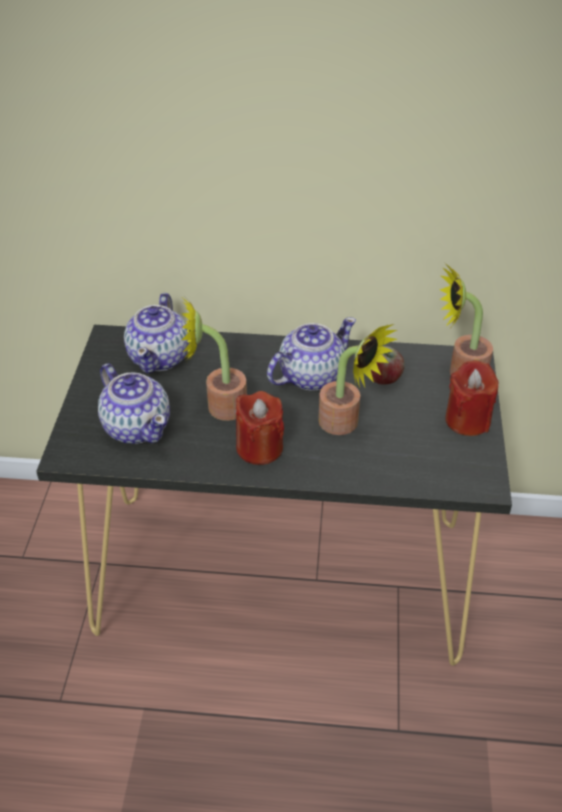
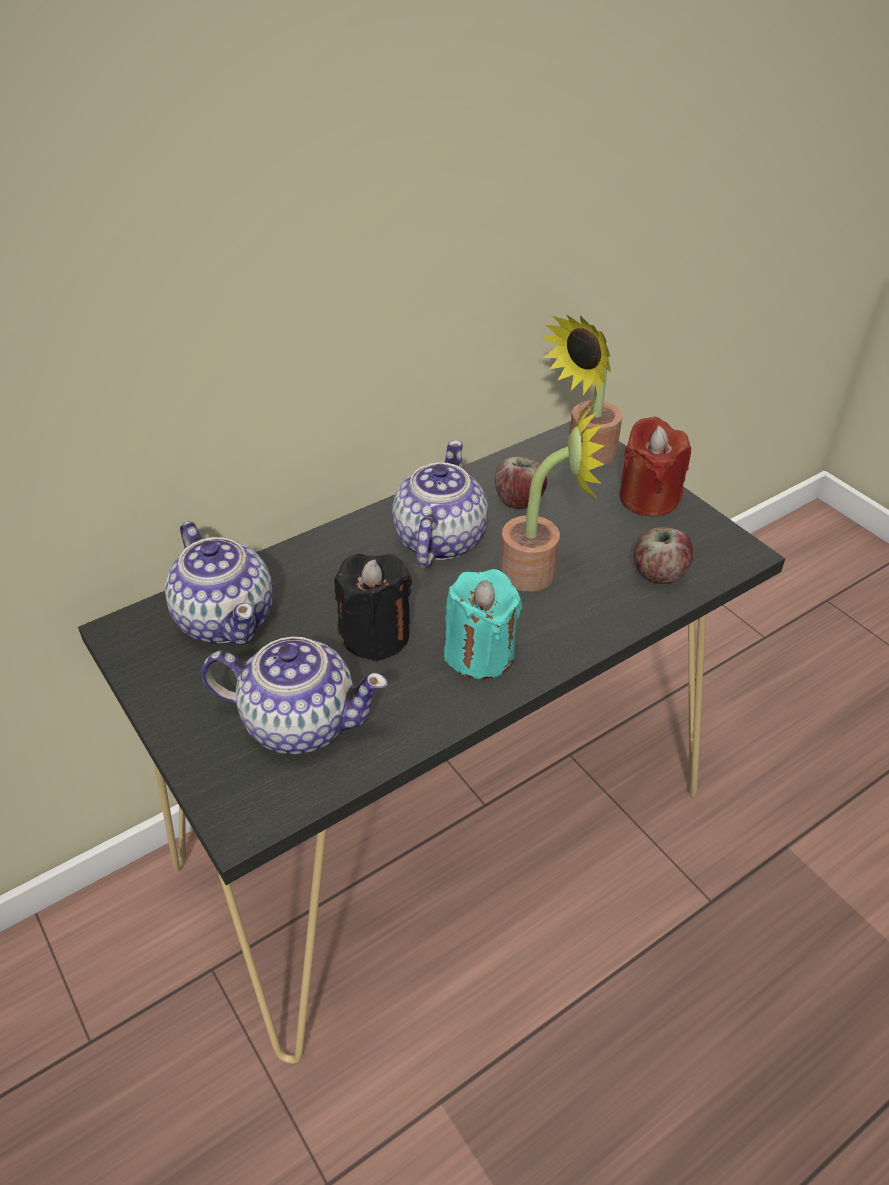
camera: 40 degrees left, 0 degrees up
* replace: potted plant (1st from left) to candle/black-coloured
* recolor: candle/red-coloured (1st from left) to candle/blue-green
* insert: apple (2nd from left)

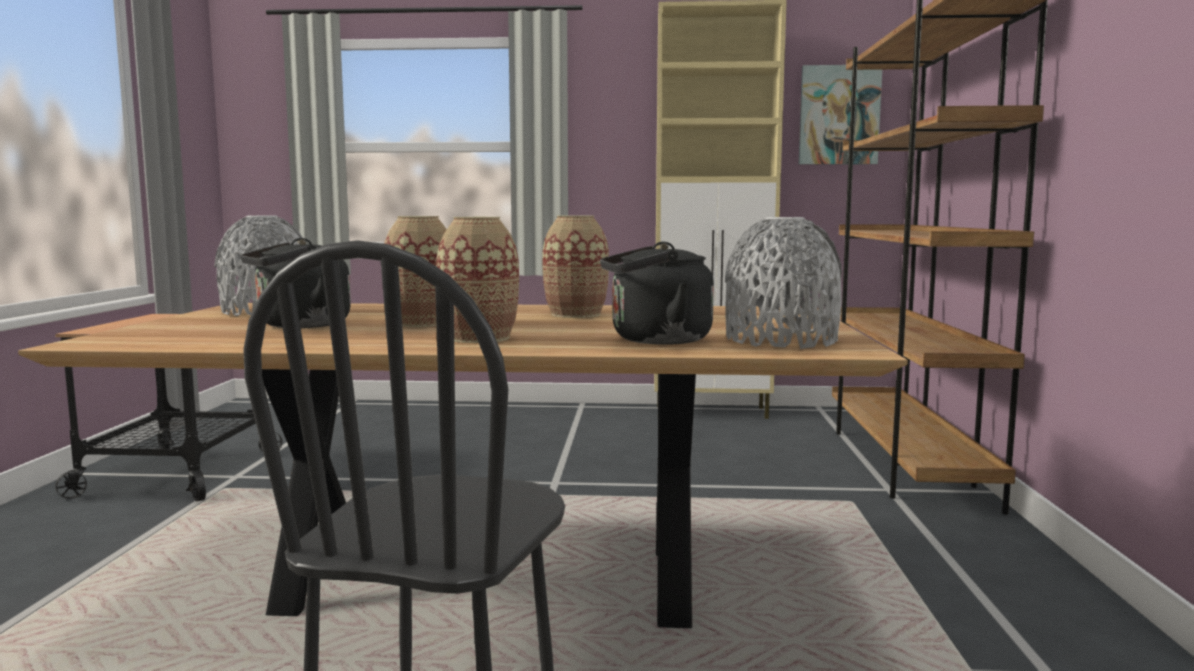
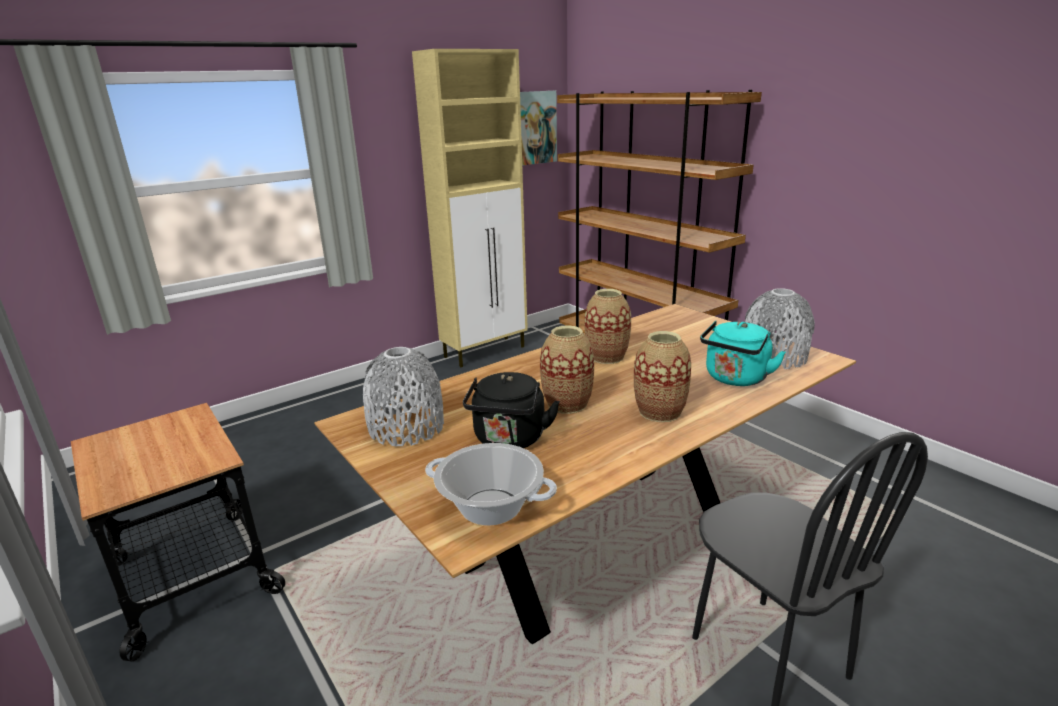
camera: 40 degrees left, 15 degrees up
* recolor: kettle/black-coloured (2nd from left) to kettle/blue-green
* insert: saucepot

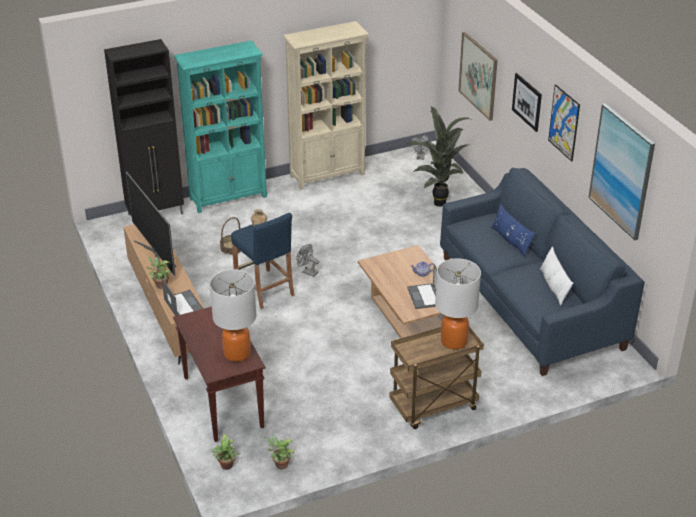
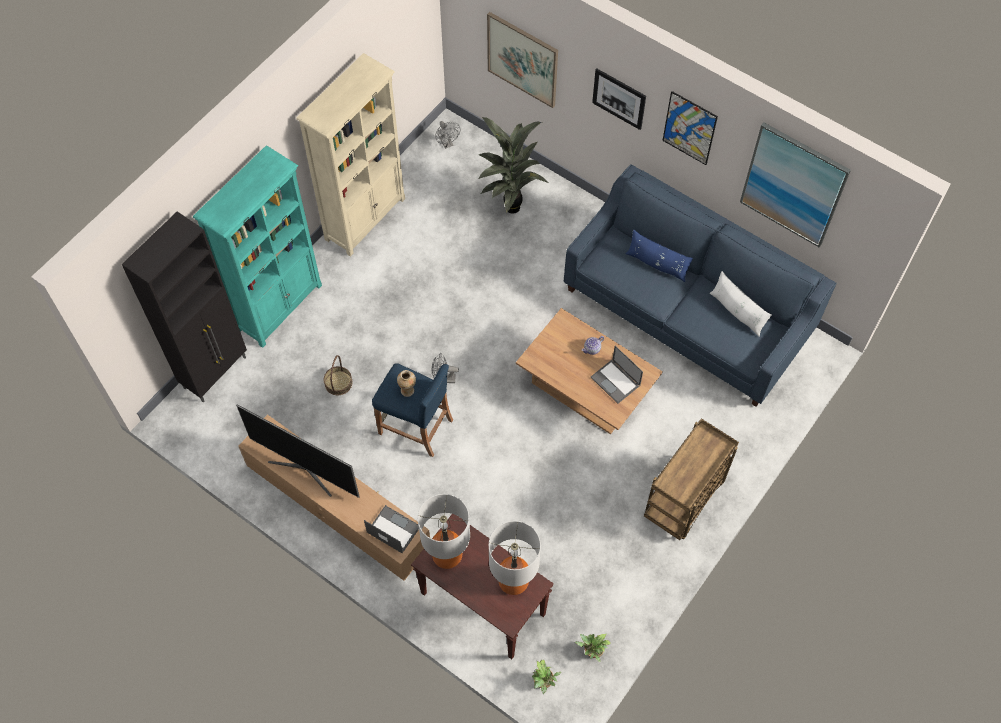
camera: 30 degrees left, 25 degrees up
* delete: potted plant (1st from left)
* move: tabletop lamp (2nd from left in the first image) to tabletop lamp (1st from left)

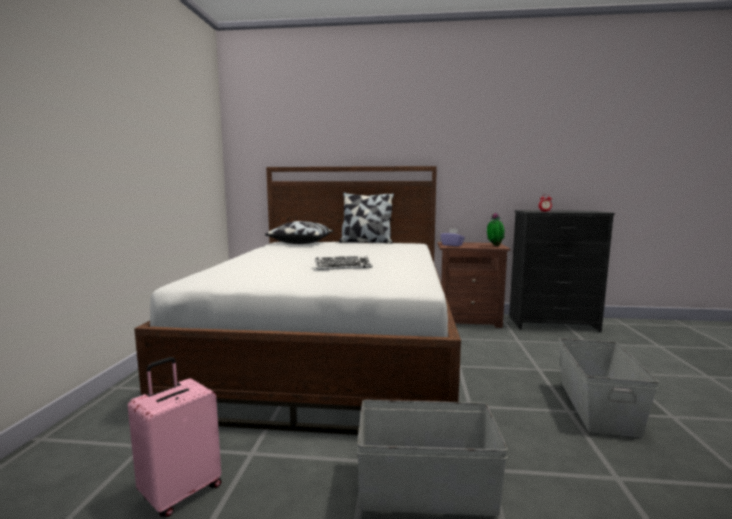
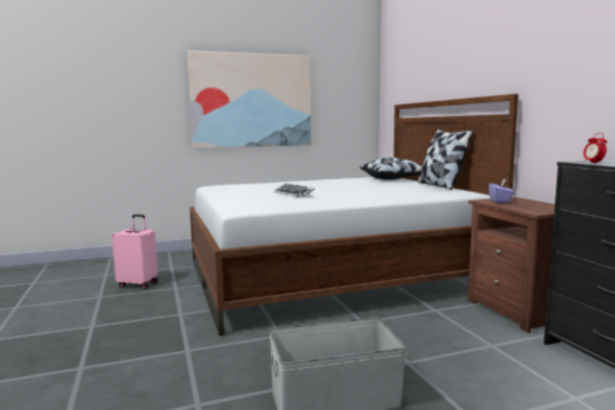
camera: 65 degrees right, 0 degrees up
* delete: potted plant
* delete: storage bin/greyish (1st from left)
* insert: picture

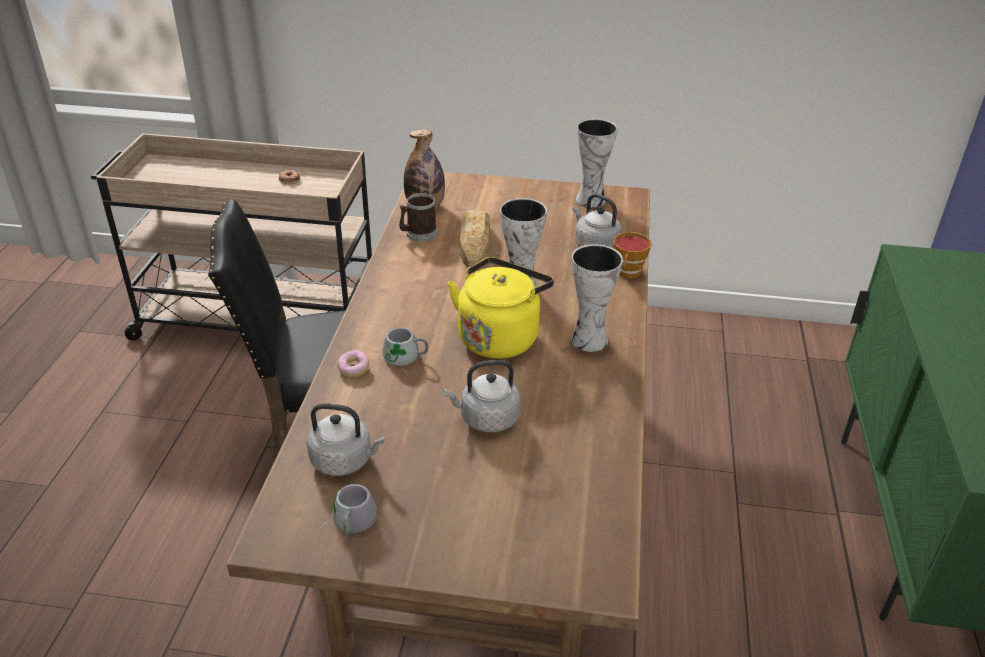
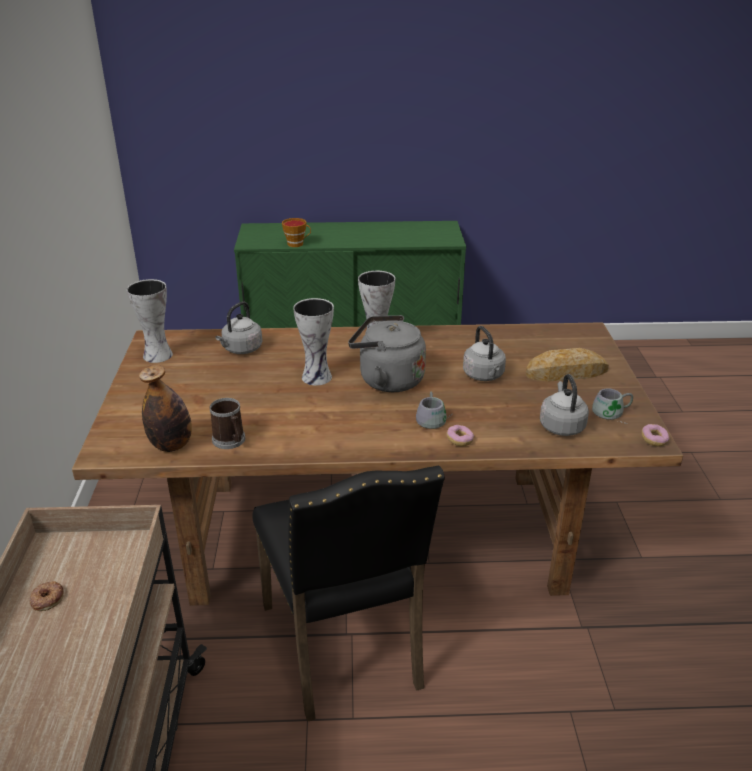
camera: 100 degrees left, 5 degrees down
* move: bread
* move: small cup
* recolor: kettle/yellowish to kettle/greyish (2nd from left)
* insert: doughnut (3rd from left)

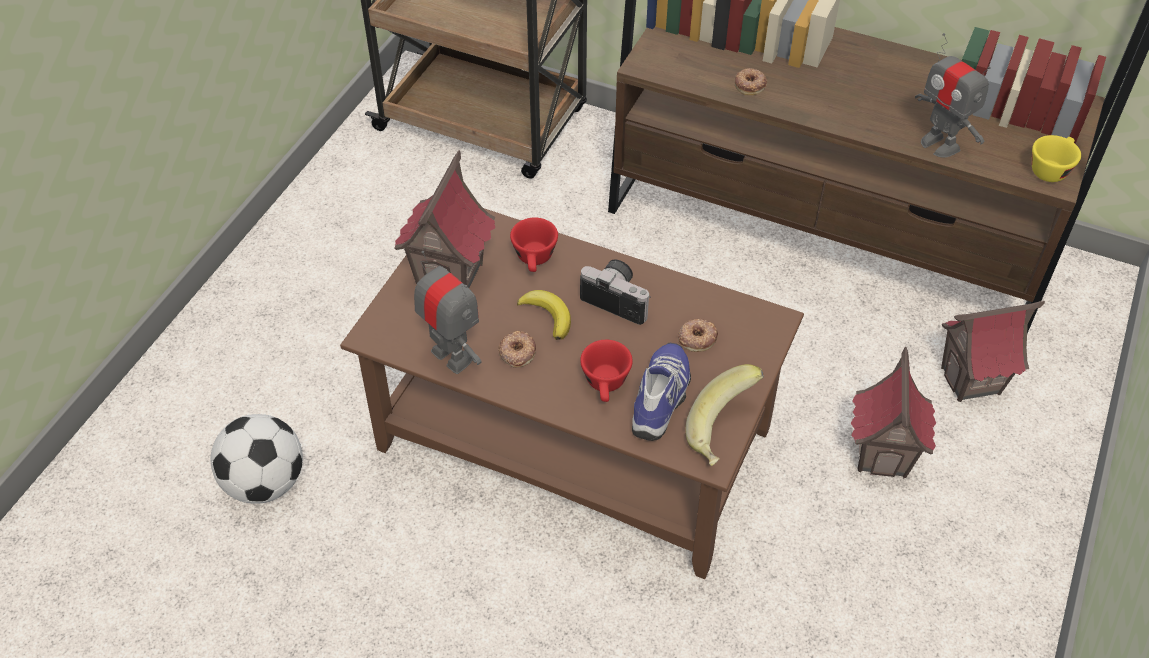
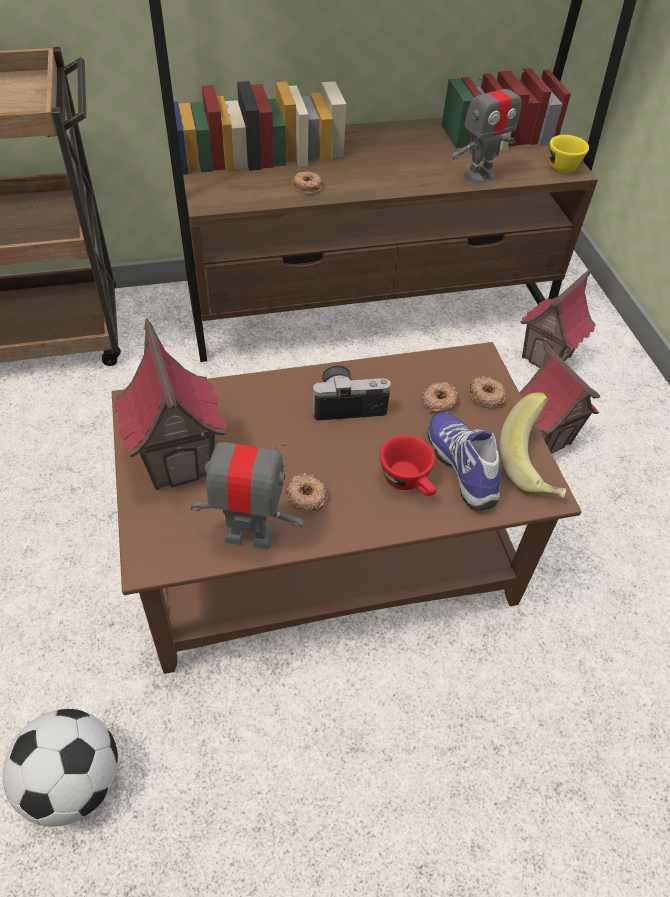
camera: 40 degrees left, 0 degrees up
* rotate: model robot (2nd from left) 45 degrees counterclockwise
* delete: small cup/red-coloured (1st from left)
* delete: whole banana (1st from left)
* insert: doughnut (4th from left)

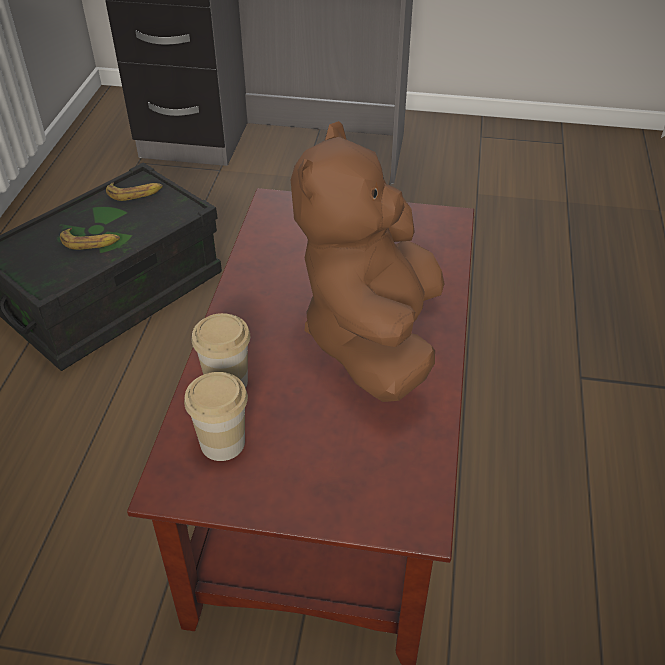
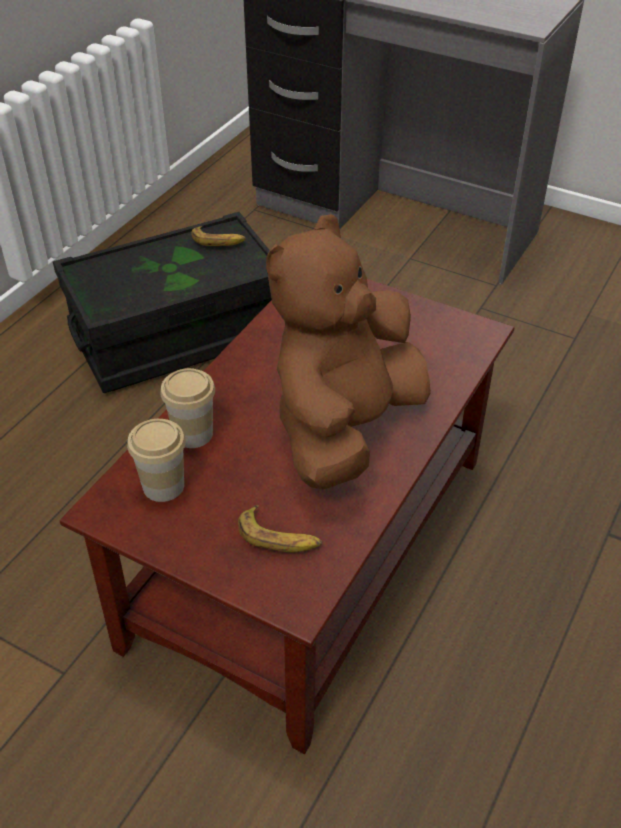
camera: 20 degrees right, 0 degrees up
* move: whole banana (1st from left in the first image) to whole banana (2nd from left)

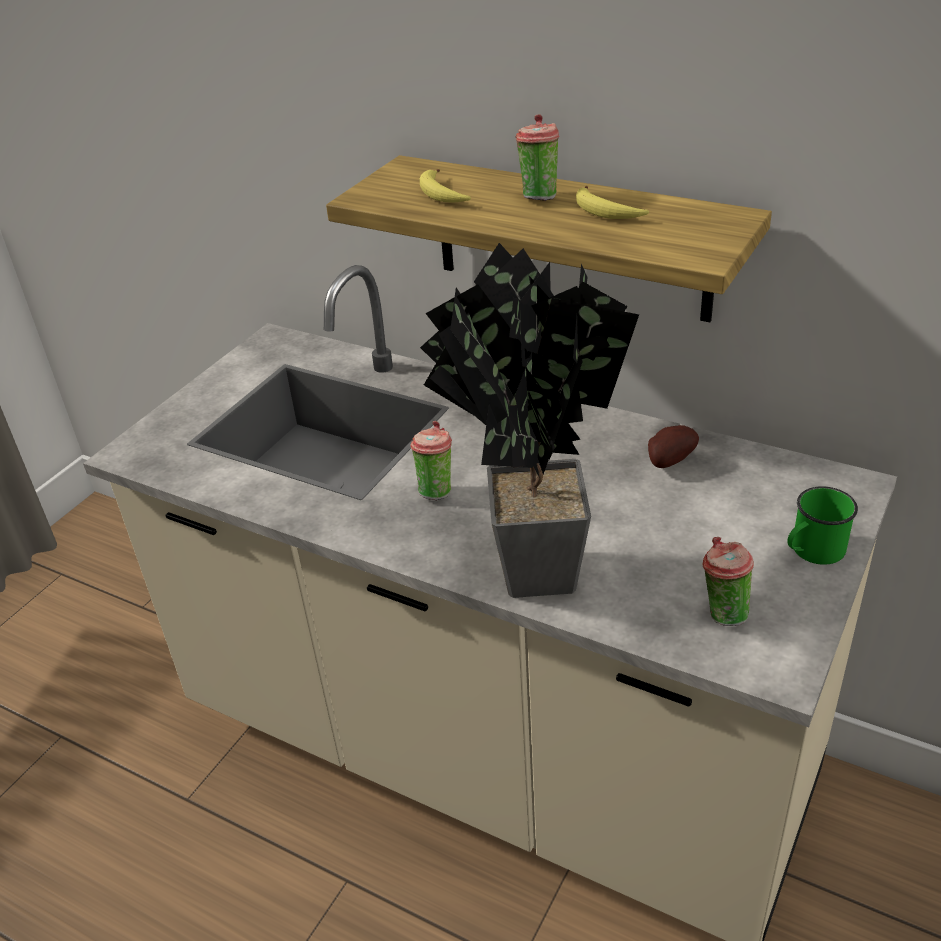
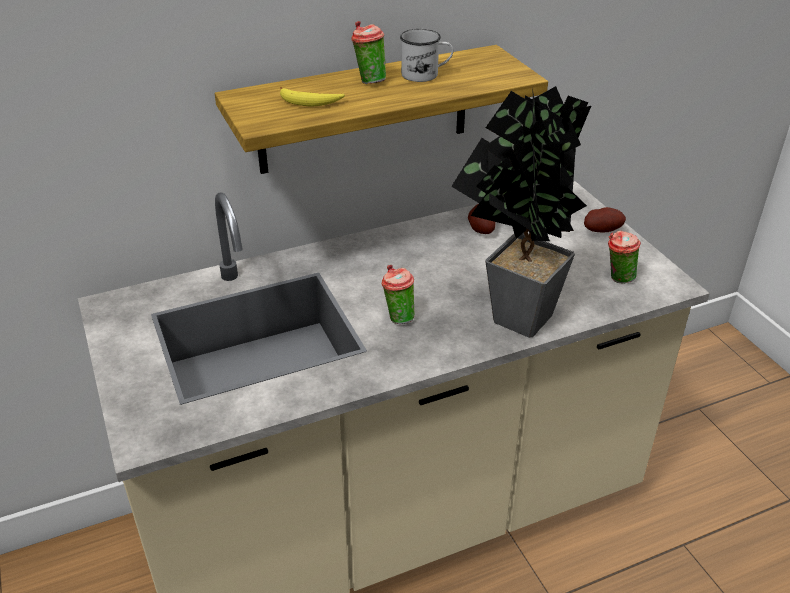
camera: 55 degrees left, 0 degrees up
* replace: whole banana (2nd from left) to mug/white-coloured
* replace: mug/green-coloured to whole potato (2nd from left)

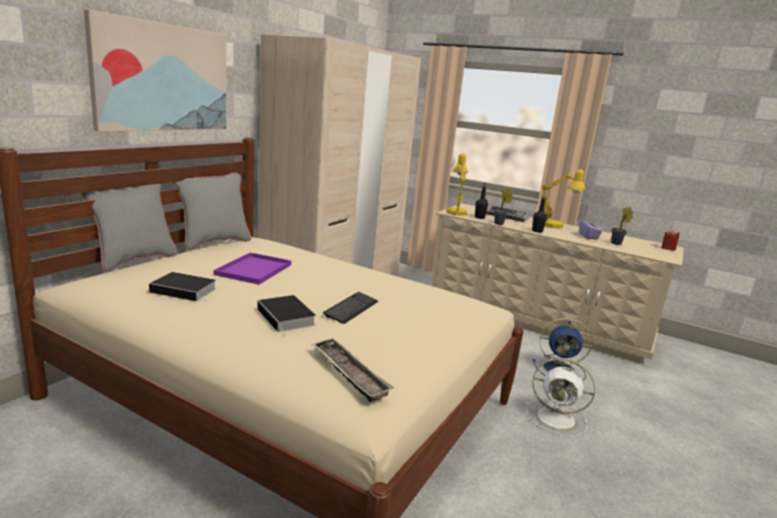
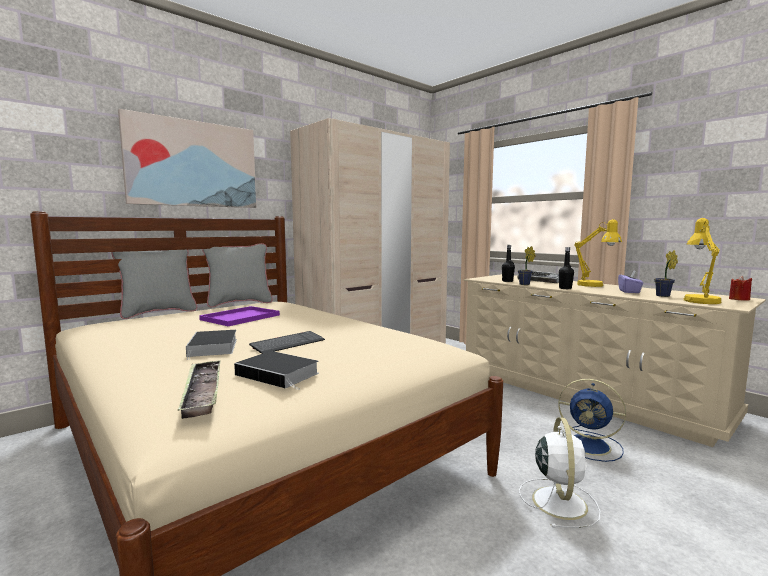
camera: 20 degrees right, 10 degrees down
* move: tabletop lamp/yellowish (1st from left in the first image) to tabletop lamp/yellowish (2nd from left)
* move: volume (1st from left in the first image) to volume (2nd from left)
* rotate: fan/white-coloured 120 degrees counterclockwise

